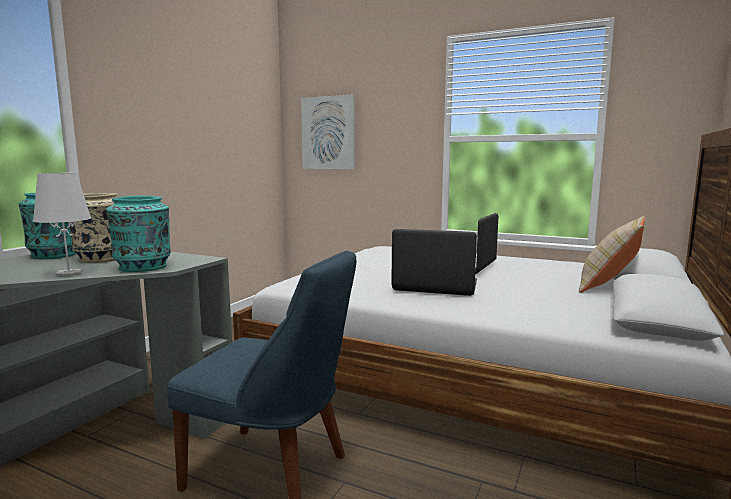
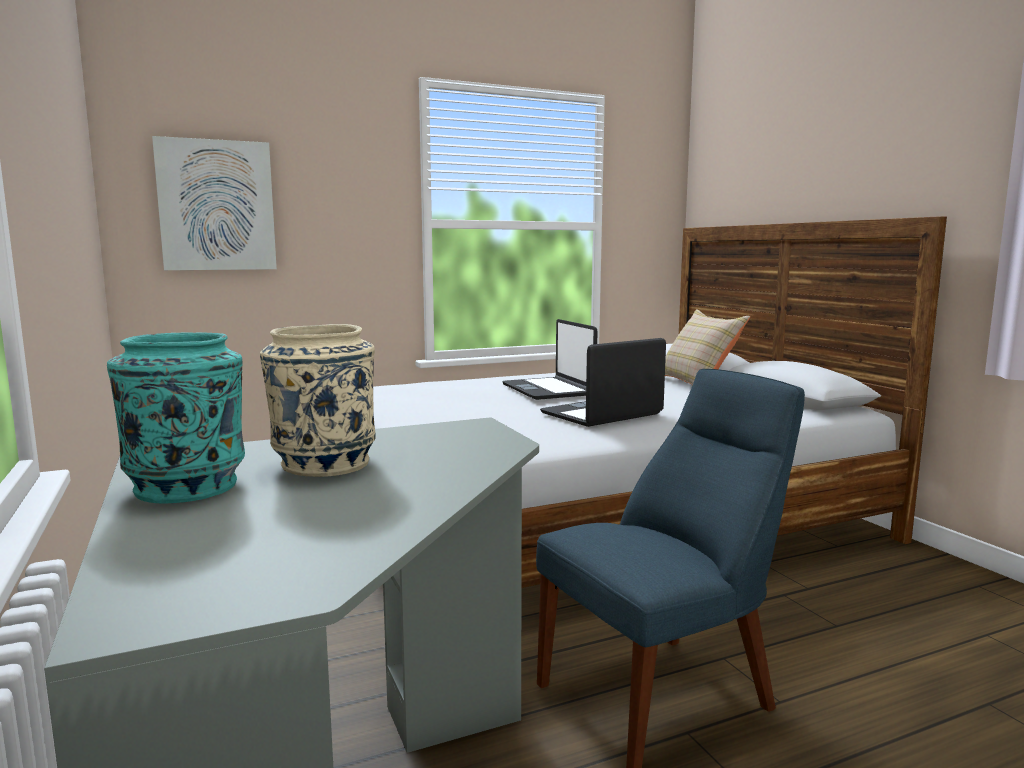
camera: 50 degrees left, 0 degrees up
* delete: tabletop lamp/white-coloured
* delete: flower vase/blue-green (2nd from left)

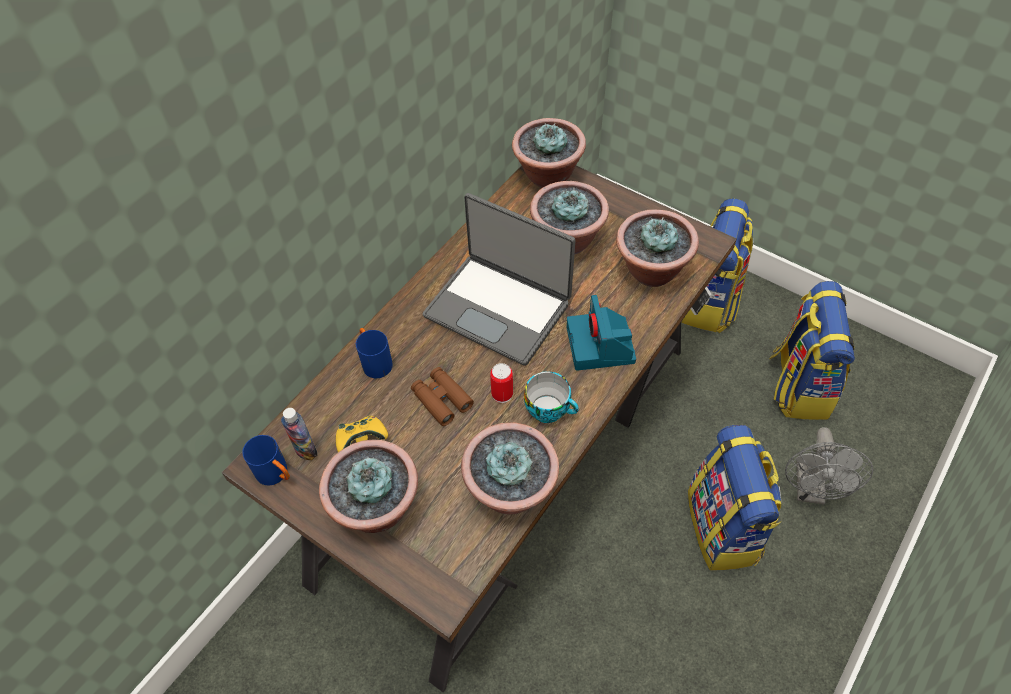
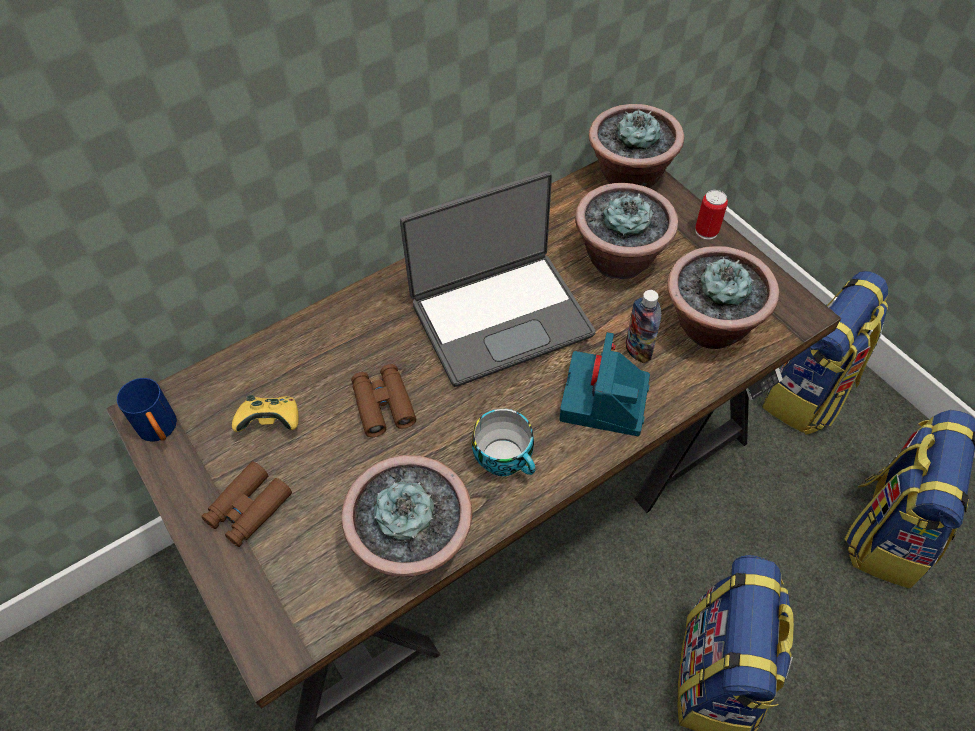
camera: 20 degrees right, 0 degrees up
* rotate: portable computer 75 degrees counterclockwise
* delete: mug/blue-coloured (2nd from left)
* move: metal can
* move: bottle
* delete: fan/greyish
* replace: potted plant (1st from left) to field glasses/brownish (1st from left)

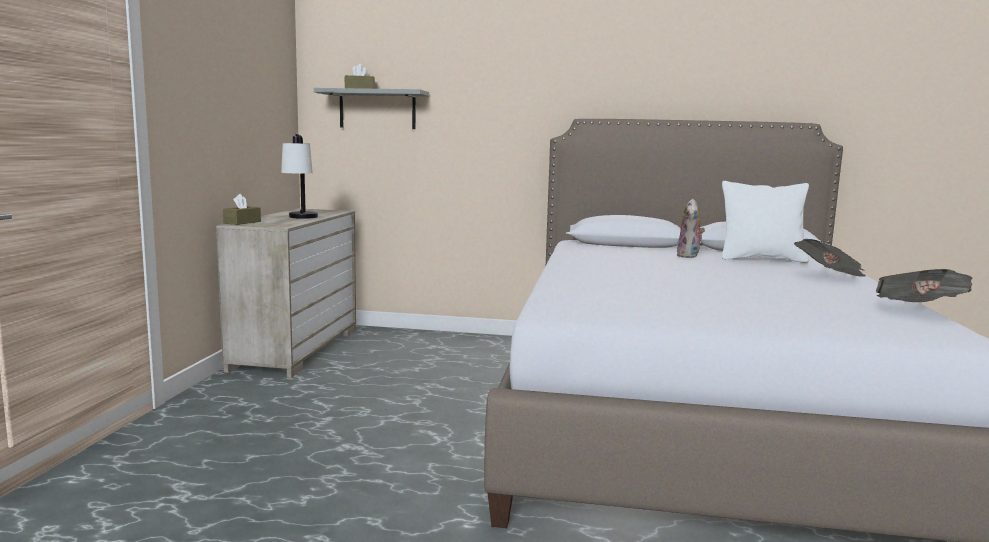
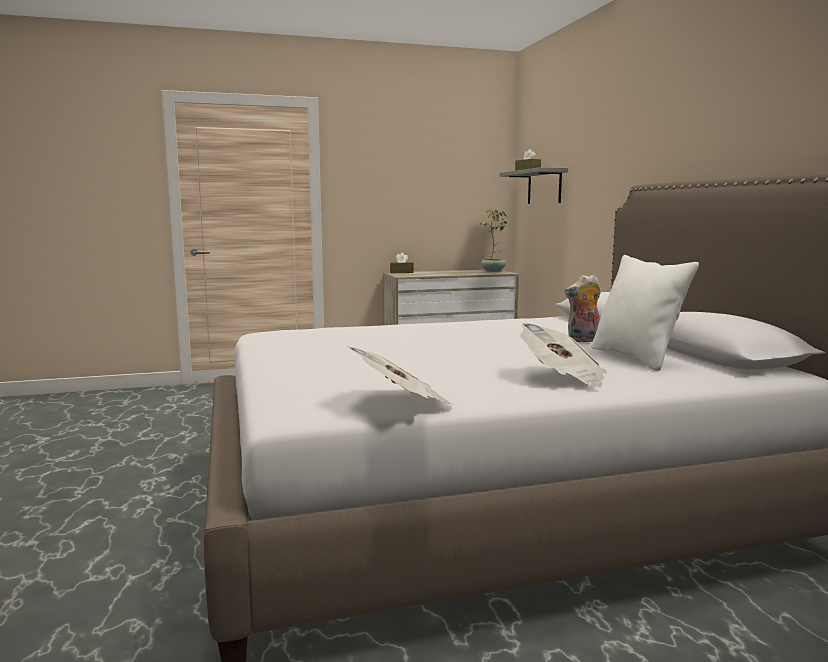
camera: 65 degrees right, 0 degrees up
* delete: tabletop lamp
* insert: potted plant

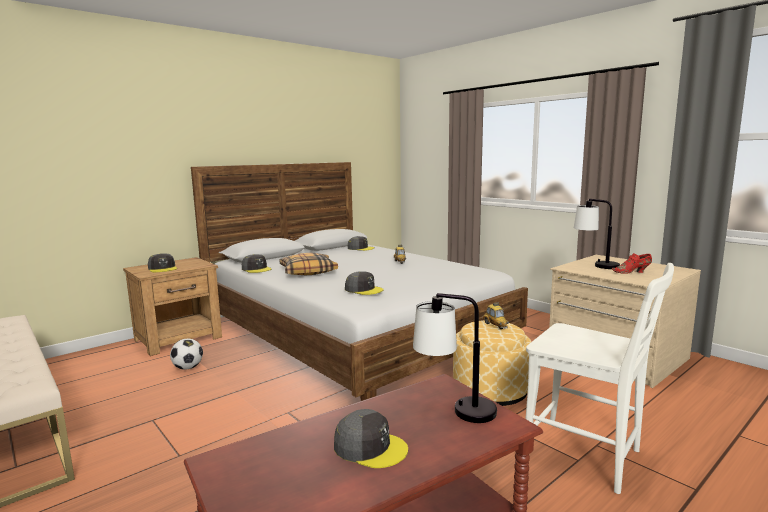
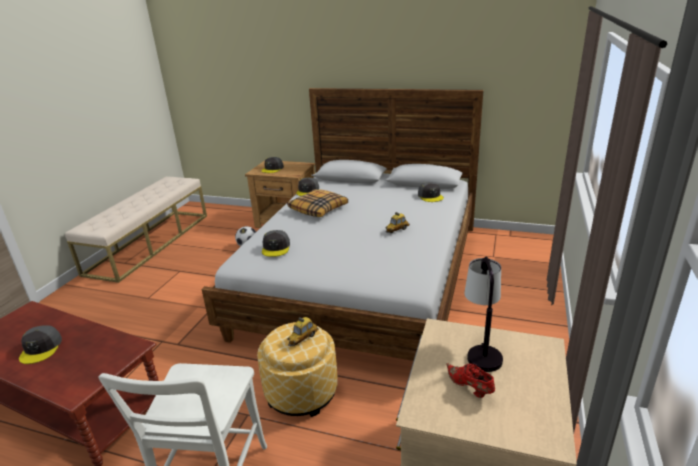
camera: 60 degrees right, 15 degrees up
* delete: tabletop lamp (1st from left)

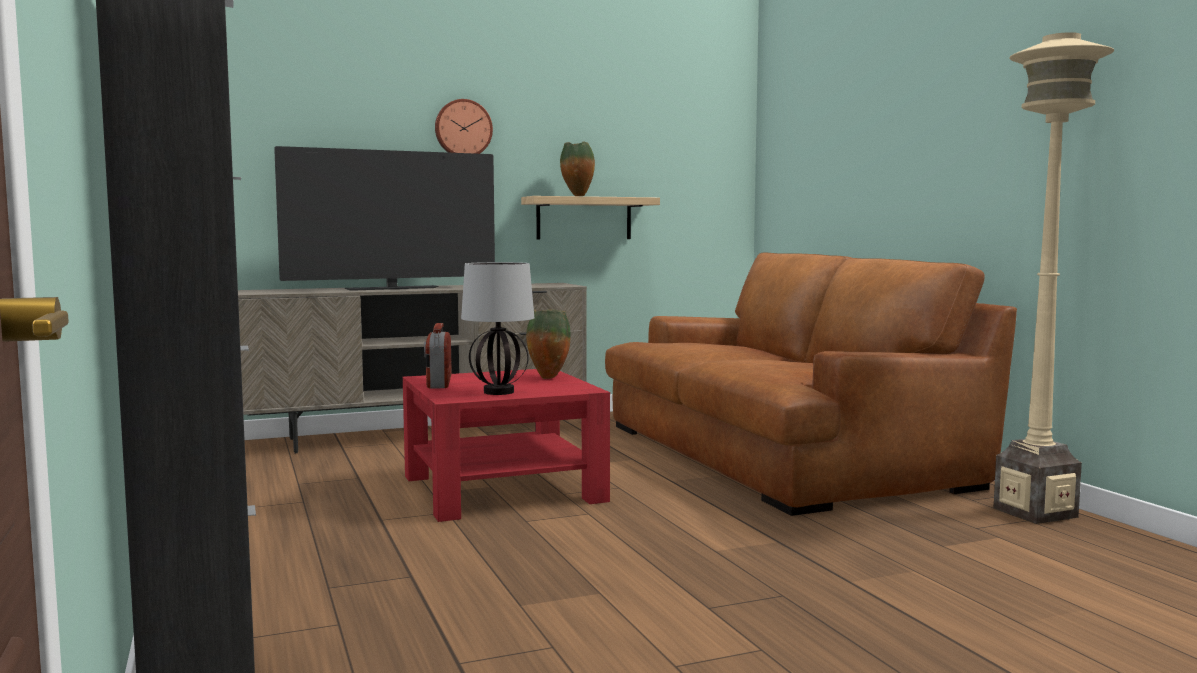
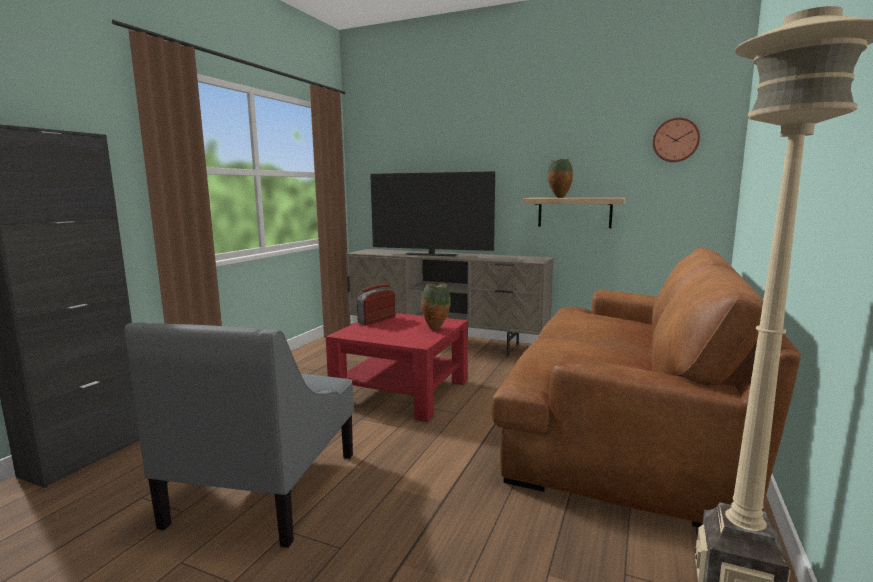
camera: 45 degrees right, 5 degrees up
* move: hanging clock
* delete: tabletop lamp
* insert: armchair/greyish

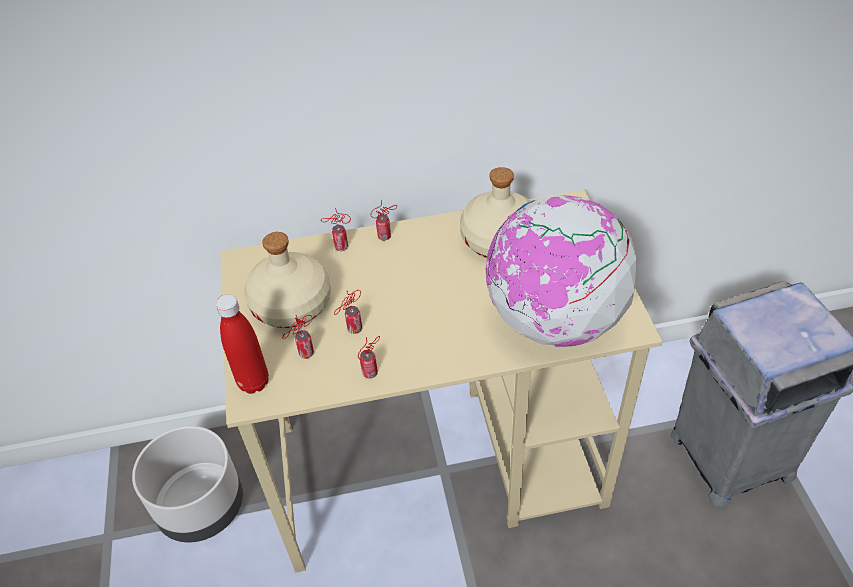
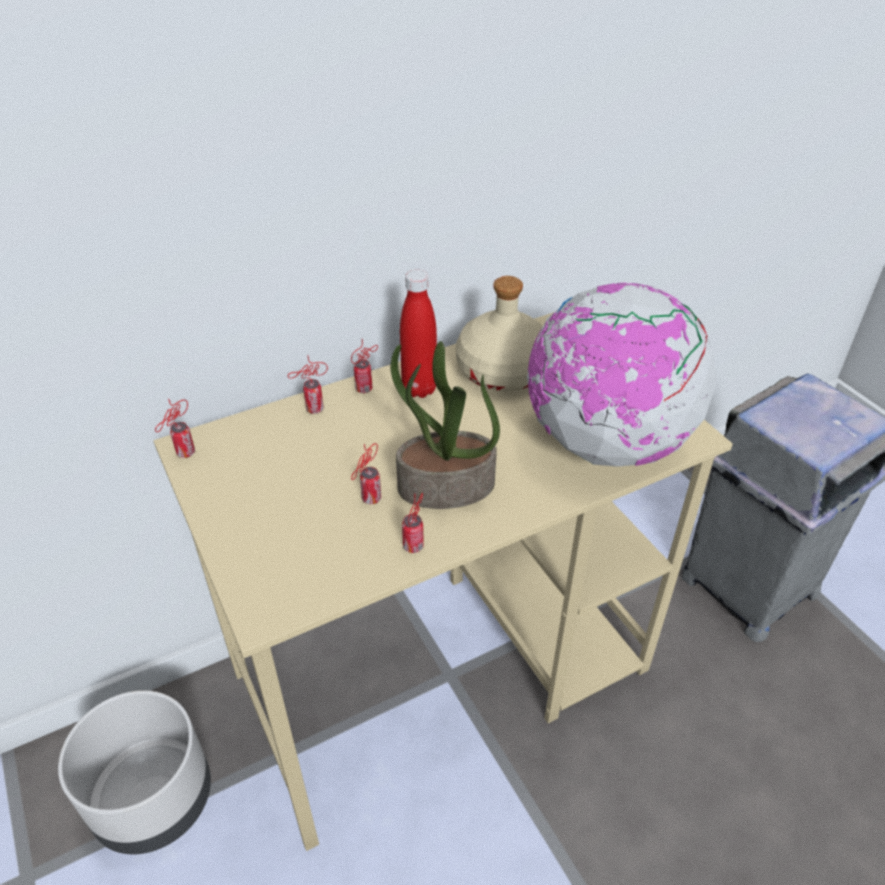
camera: 20 degrees left, 5 degrees down
* delete: bottle/beige (1st from left)
* move: bottle/red-coloured
* move: metal can (1st from left)
* insert: potted plant

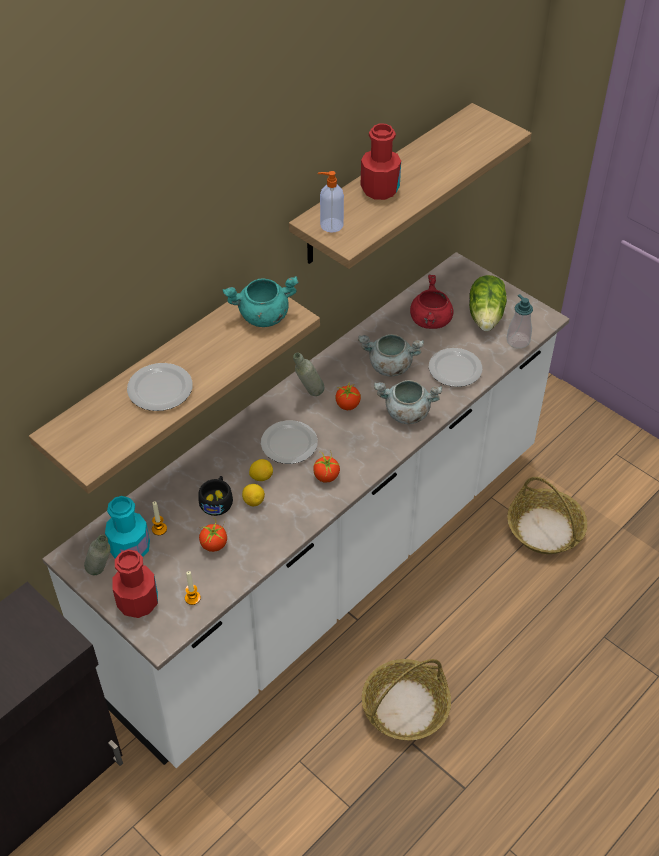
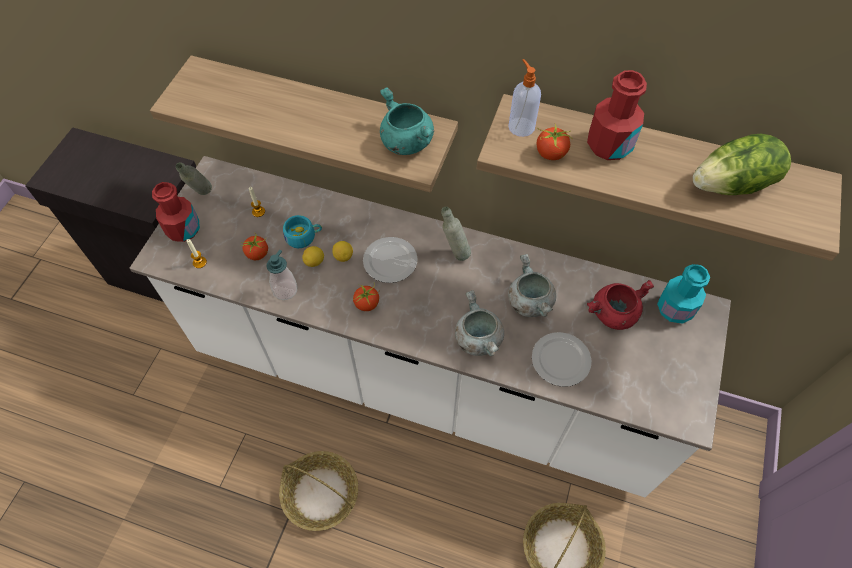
camera: 65 degrees right, 10 degrees up
* move: head of lettuce
* move: soap dispenser (2nd from left in the first image) to soap dispenser (1st from left)
* delete: plate (1st from left)
* move: whole tomato (3rd from left)
* recolor: small cup/black-coloured to small cup/blue-green
* move: bottle/blue-green

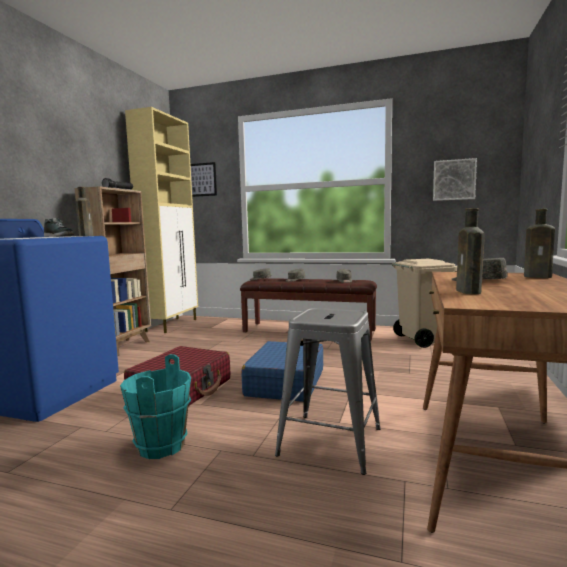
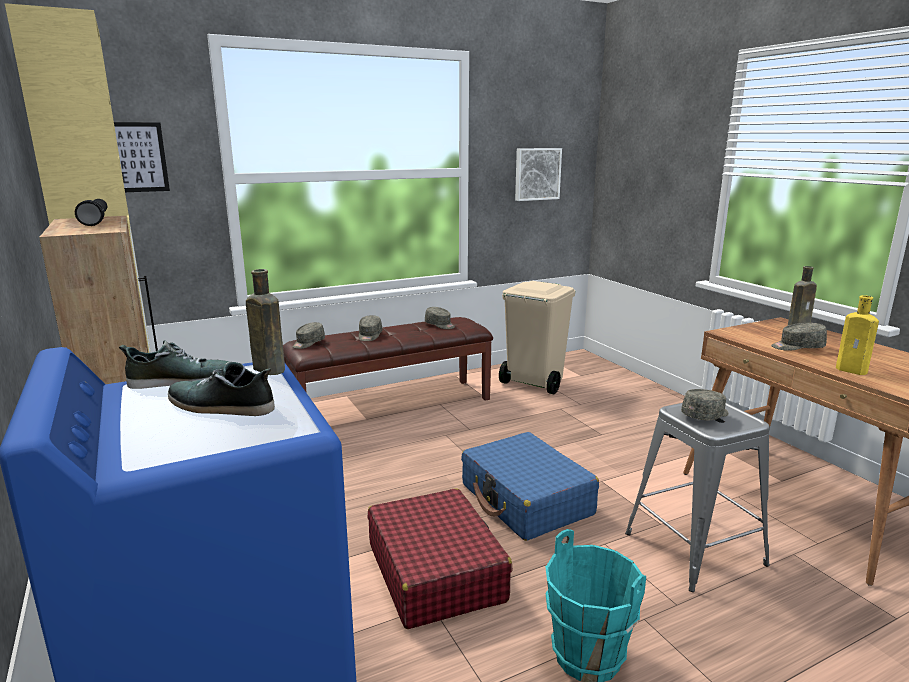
camera: 45 degrees left, 10 degrees up
* recolor: bottle/brownish (2nd from left) to bottle/yellowish
* insert: shoe (2nd from left)
* insert: cap/greyish (4th from left)

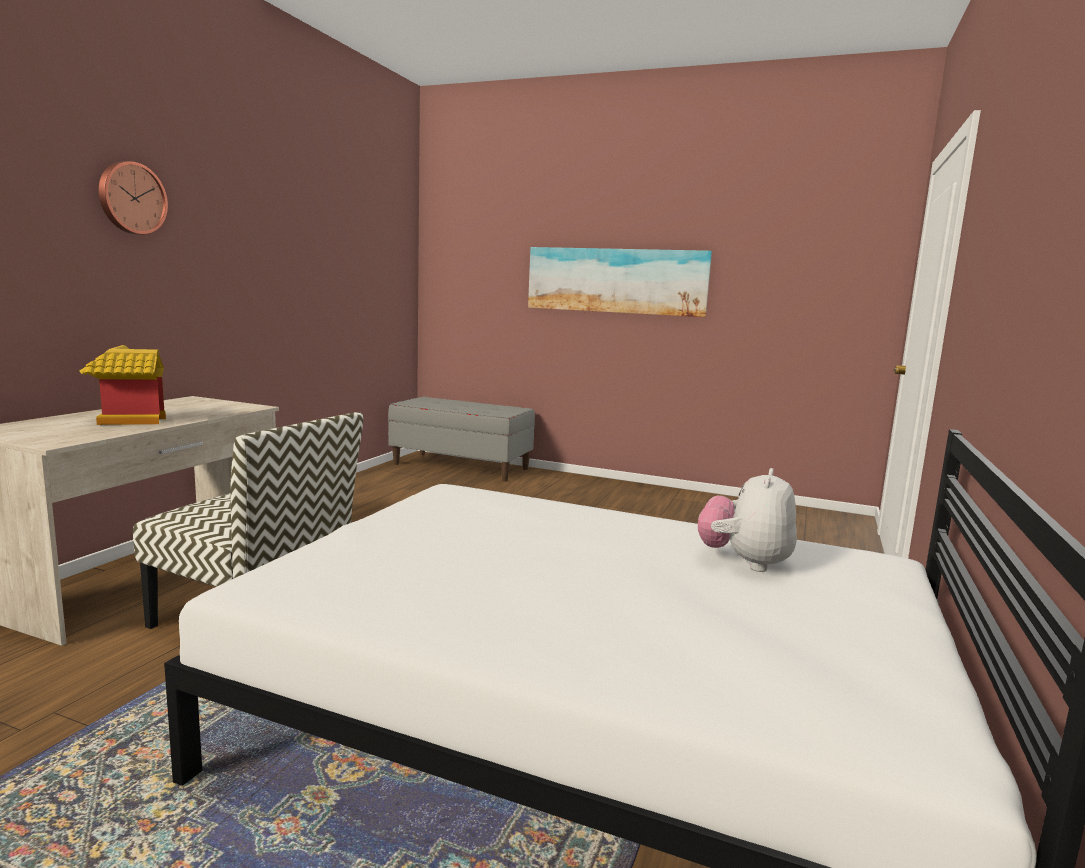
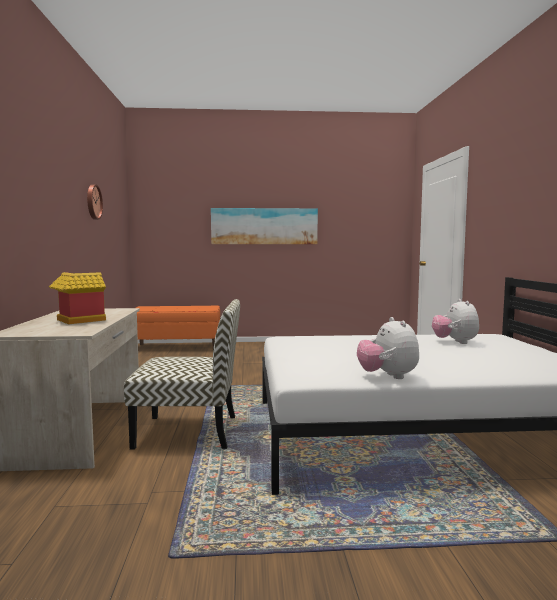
camera: 25 degrees left, 5 degrees down
* move: hanging clock
* recolor: bench/greyish to bench/orangey
* insert: soft toy (1st from left)

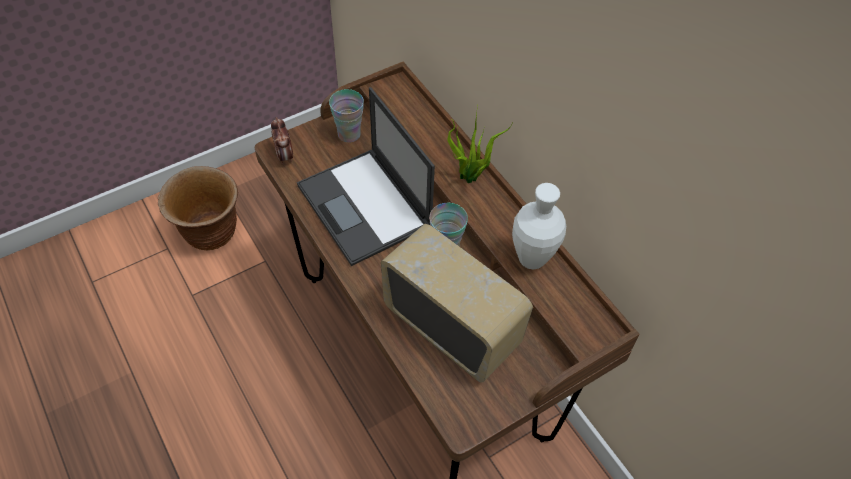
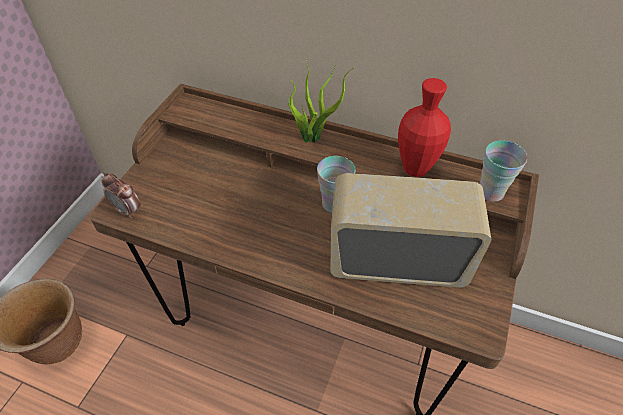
camera: 35 degrees left, 5 degrees down
* delete: portable computer
* move: small cup (1st from left in the first image) to small cup (2nd from left)
* recolor: flower vase/white-coloured to flower vase/red-coloured

